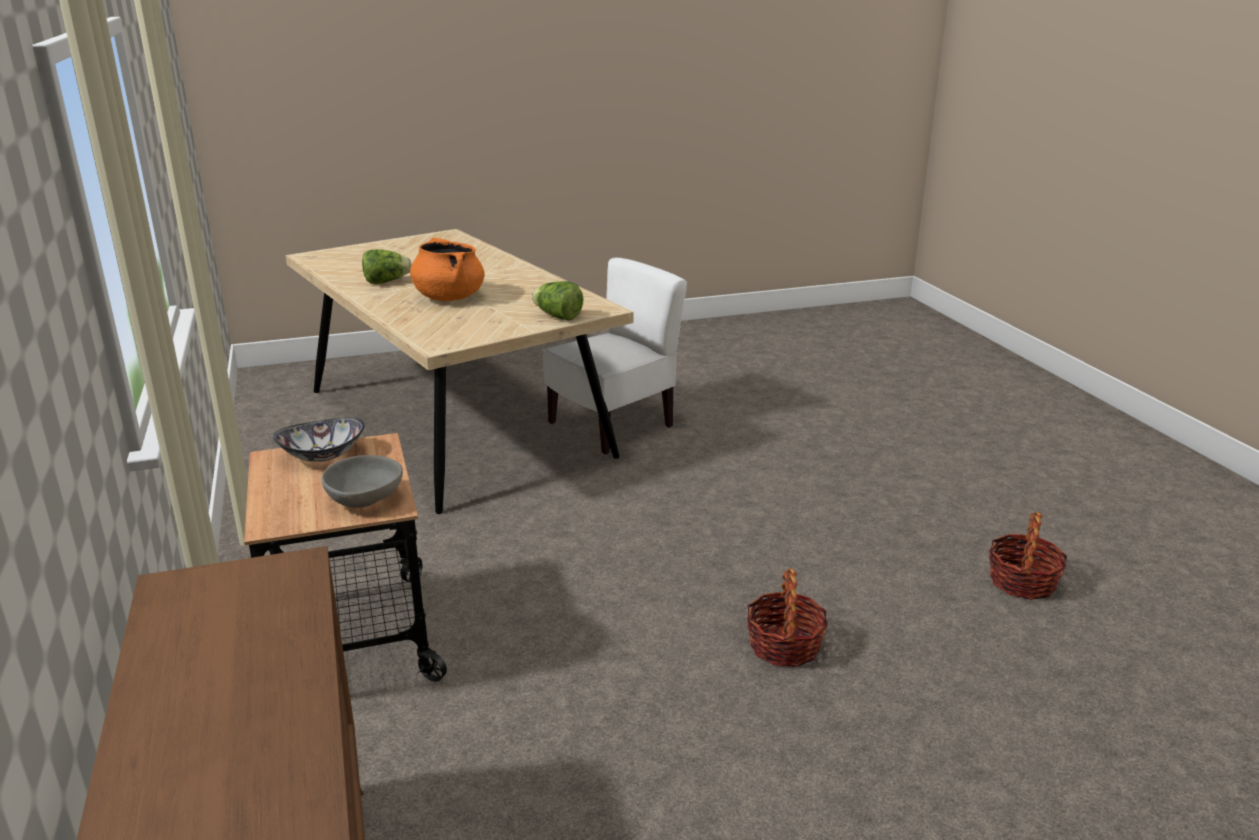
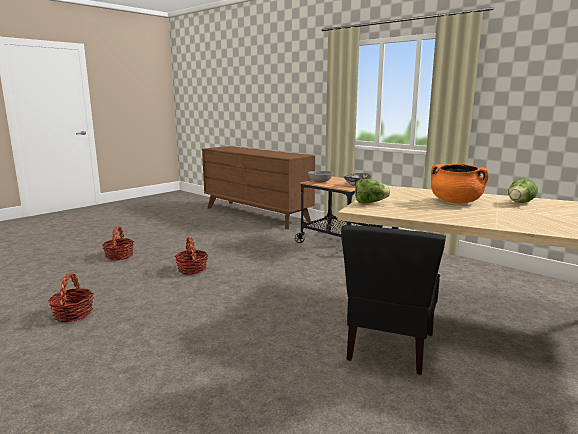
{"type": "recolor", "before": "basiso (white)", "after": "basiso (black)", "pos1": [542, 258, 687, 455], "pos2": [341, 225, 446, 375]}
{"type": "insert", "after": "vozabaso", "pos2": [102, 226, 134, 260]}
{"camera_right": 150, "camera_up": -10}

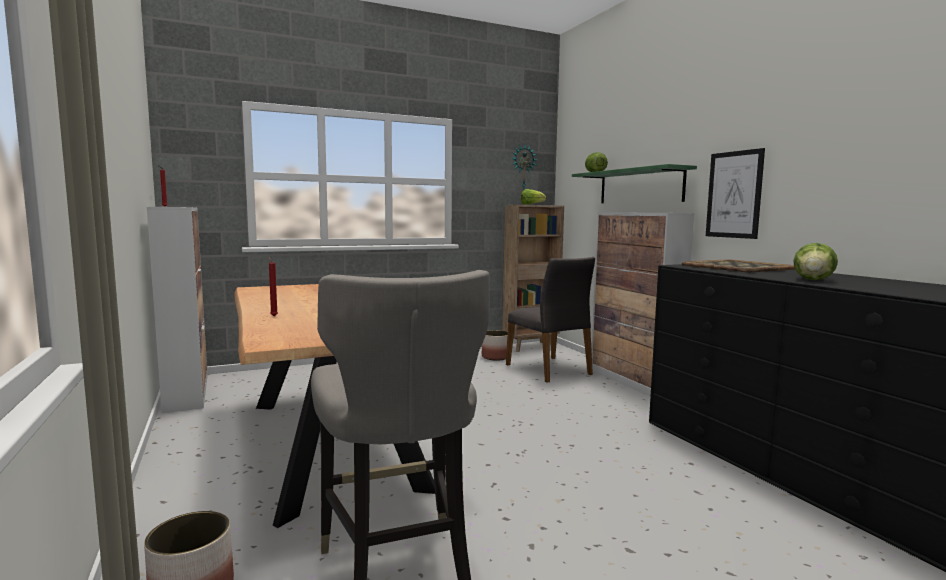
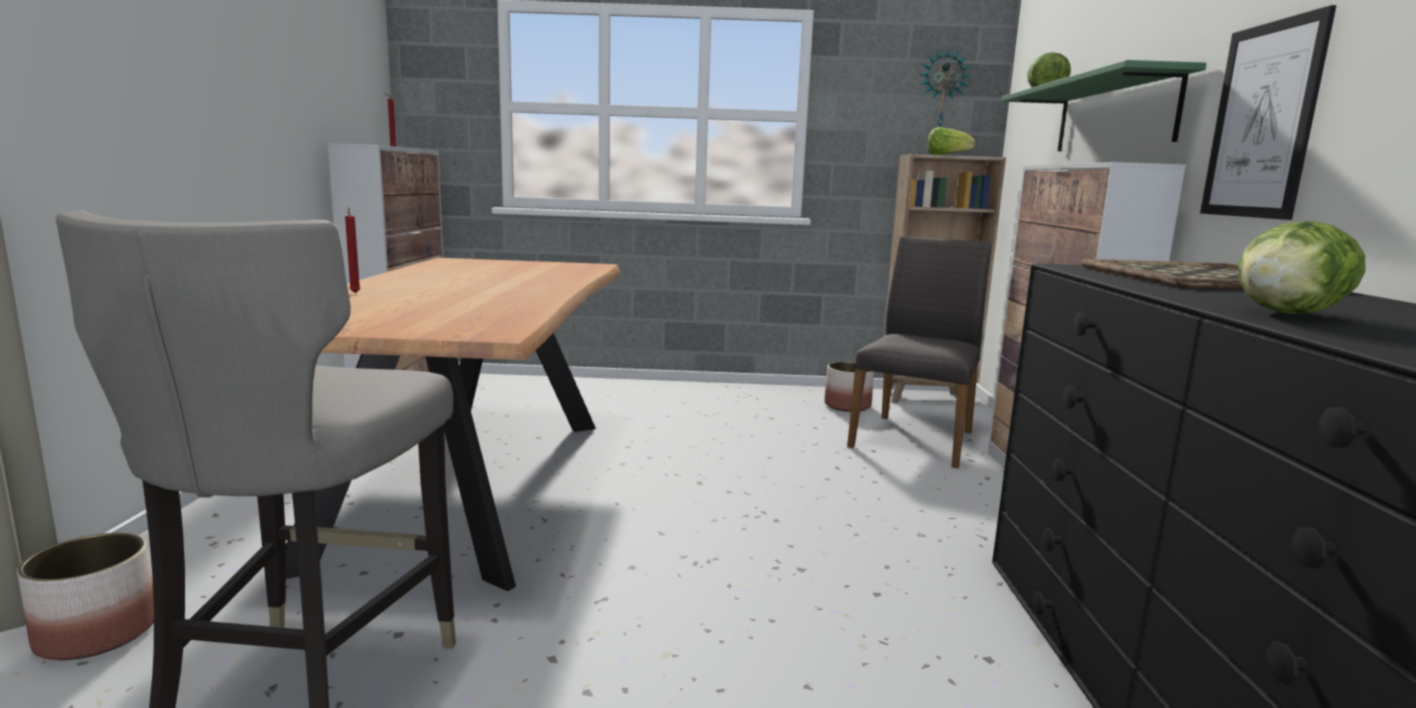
{"type": "rotate", "before": "basiso (grey)", "pos1": [506, 257, 595, 382], "pos2": [847, 236, 991, 468], "turn": -150}
{"camera_right": 25, "camera_up": 5}

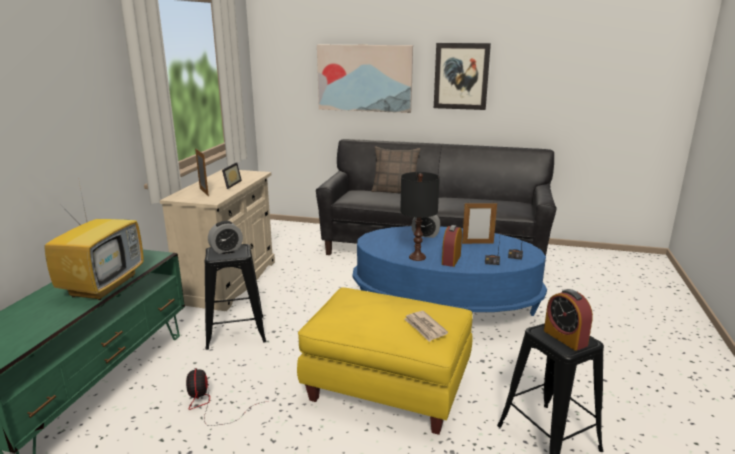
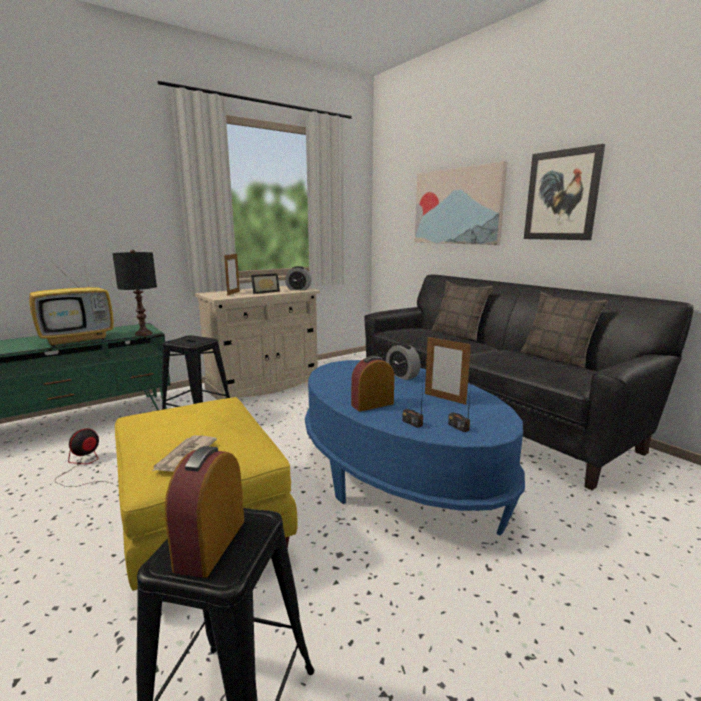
{"type": "move", "before": "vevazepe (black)", "pos1": [400, 172, 440, 261], "pos2": [112, 250, 157, 336]}
{"type": "move", "before": "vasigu", "pos1": [208, 221, 243, 254], "pos2": [285, 266, 311, 290]}
{"type": "insert", "after": "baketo", "pos2": [521, 292, 608, 369]}
{"camera_right": 40, "camera_up": -5}

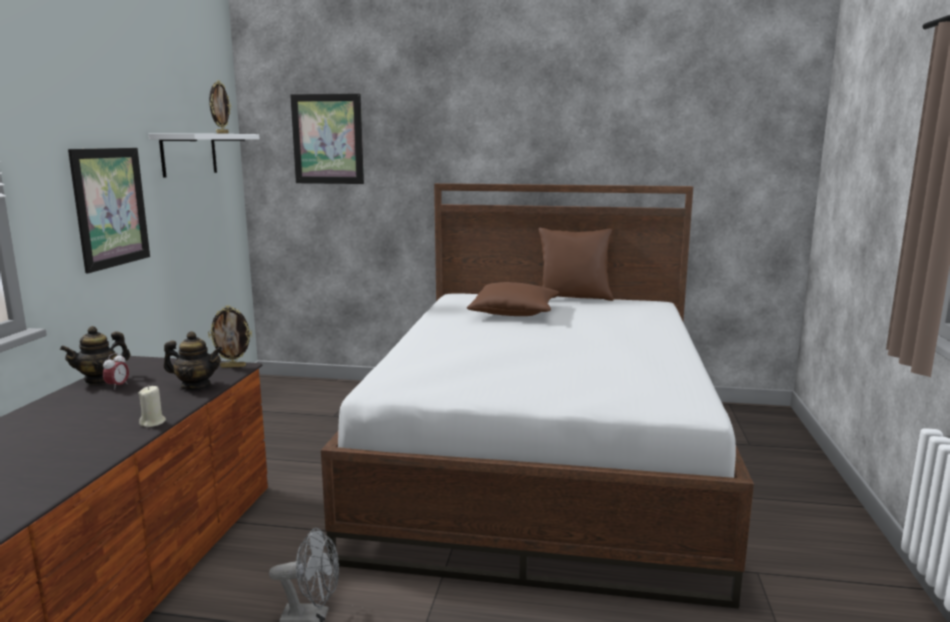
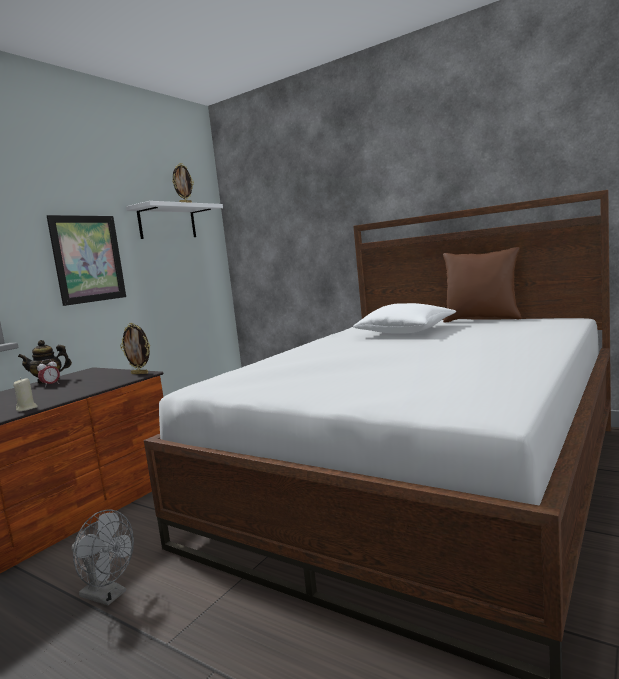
{"type": "delete", "before": "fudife", "pos1": [290, 94, 364, 184]}
{"type": "recolor", "before": "baketo (brown)", "after": "baketo (white)", "pos1": [467, 282, 559, 316], "pos2": [353, 303, 456, 334]}
{"type": "delete", "before": "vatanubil", "pos1": [164, 331, 223, 390]}
{"camera_right": 25, "camera_up": -5}

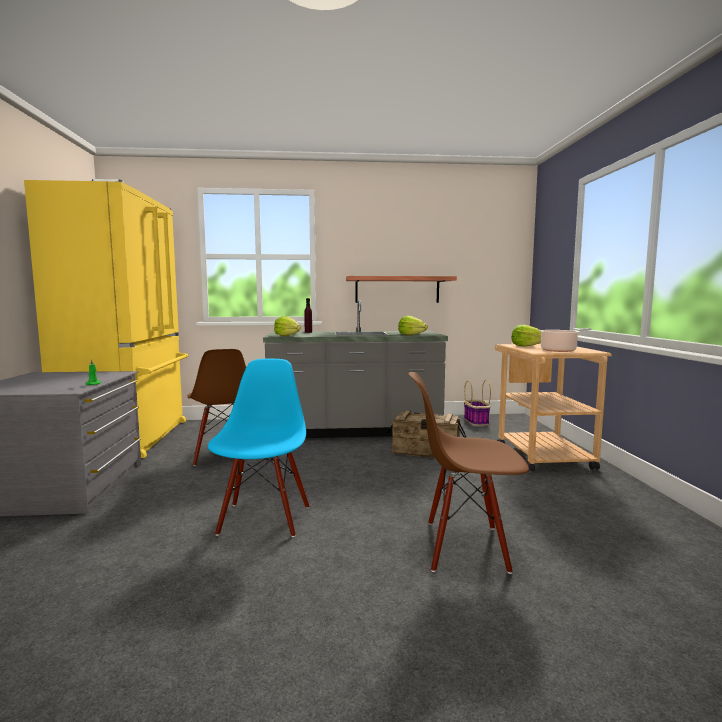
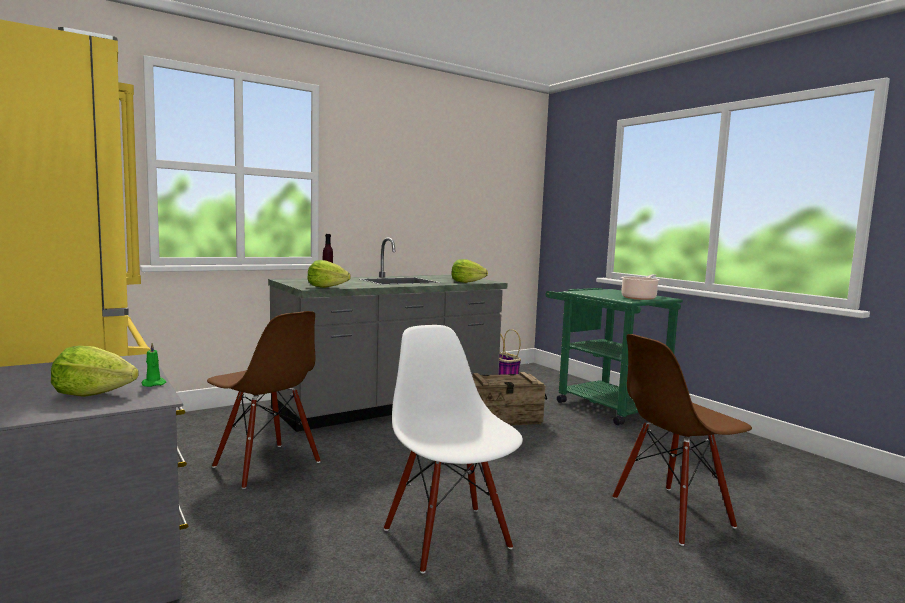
{"type": "delete", "before": "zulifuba", "pos1": [346, 276, 457, 303]}
{"type": "move", "before": "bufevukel", "pos1": [511, 325, 541, 347], "pos2": [51, 346, 139, 397]}
{"type": "recolor", "before": "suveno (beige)", "after": "suveno (green)", "pos1": [495, 343, 612, 471], "pos2": [546, 288, 683, 425]}
{"type": "recolor", "before": "basiso (blue)", "after": "basiso (white)", "pos1": [208, 359, 309, 537], "pos2": [384, 325, 523, 573]}
{"camera_right": -30, "camera_up": 0}

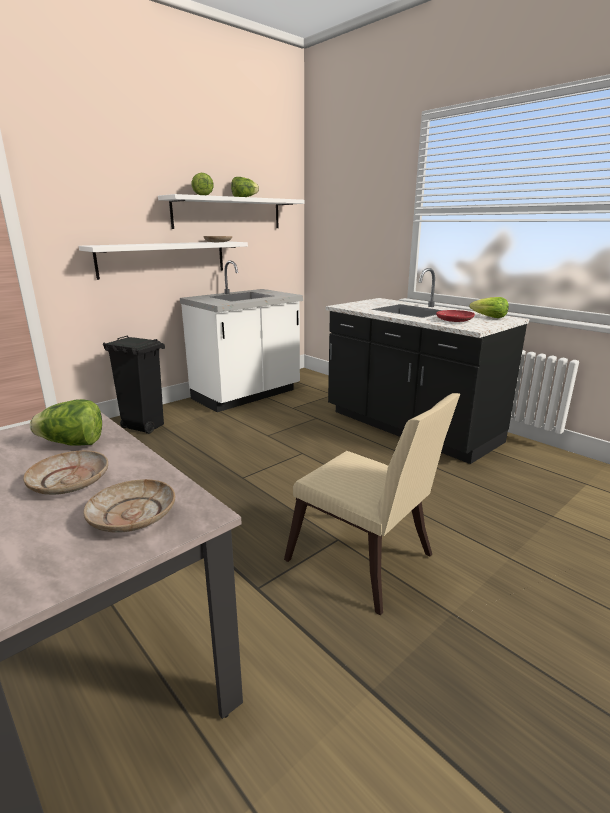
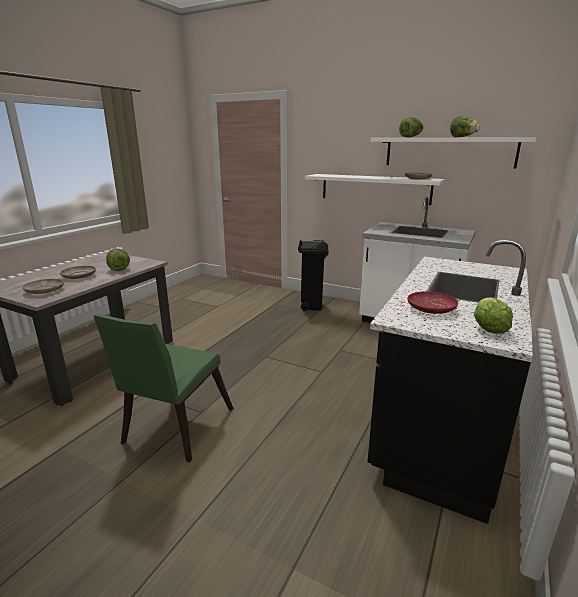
{"type": "recolor", "before": "basiso (beige)", "after": "basiso (green)", "pos1": [284, 393, 460, 615], "pos2": [93, 314, 233, 462]}
{"camera_right": 70, "camera_up": 0}

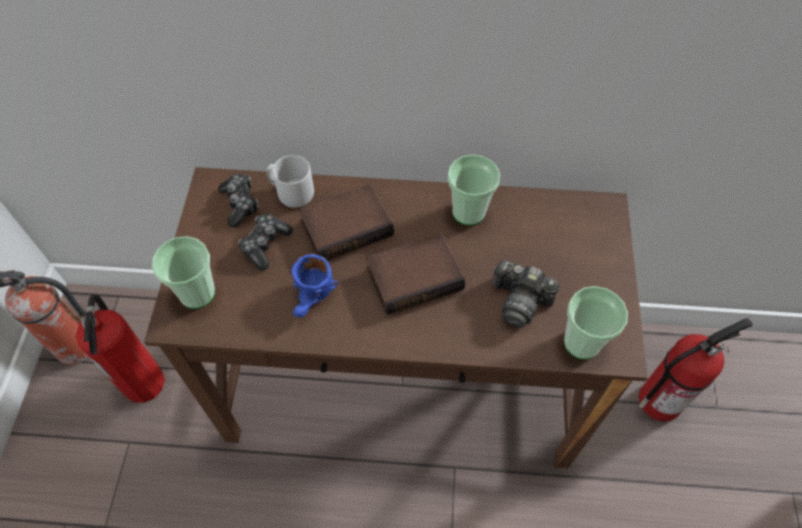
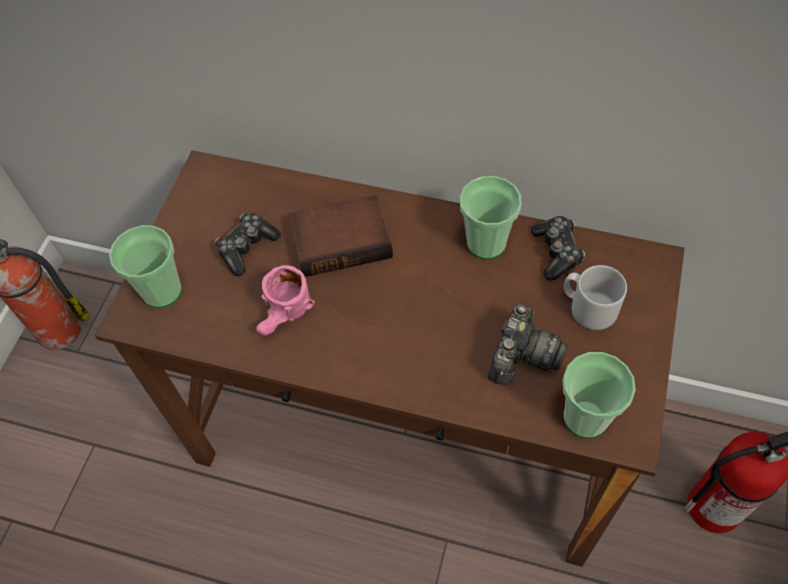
{"type": "move", "before": "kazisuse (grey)", "pos1": [267, 155, 314, 208], "pos2": [564, 265, 627, 330]}
{"type": "move", "before": "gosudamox", "pos1": [218, 174, 258, 227], "pos2": [531, 216, 585, 281]}
{"type": "delete", "before": "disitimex", "pos1": [366, 233, 465, 315]}
{"type": "recolor", "before": "kazisuse (blue)", "after": "kazisuse (pink)", "pos1": [292, 254, 338, 318], "pos2": [256, 265, 315, 335]}
{"type": "rotate", "before": "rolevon", "pos1": [492, 260, 559, 328], "pos2": [488, 304, 568, 385], "turn": -105}
{"type": "delete", "before": "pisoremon", "pos1": [76, 294, 165, 403]}
{"camera_right": 15, "camera_up": 0}

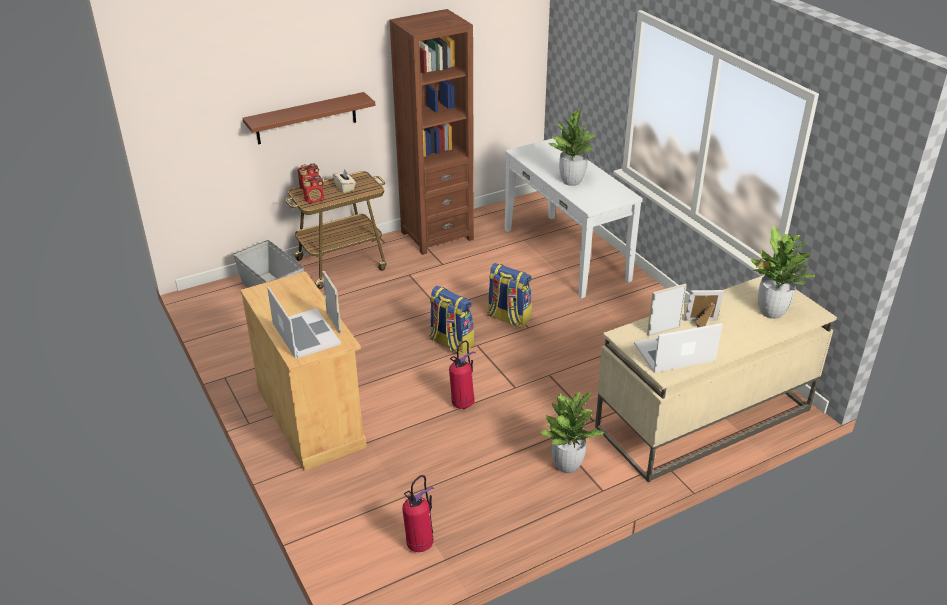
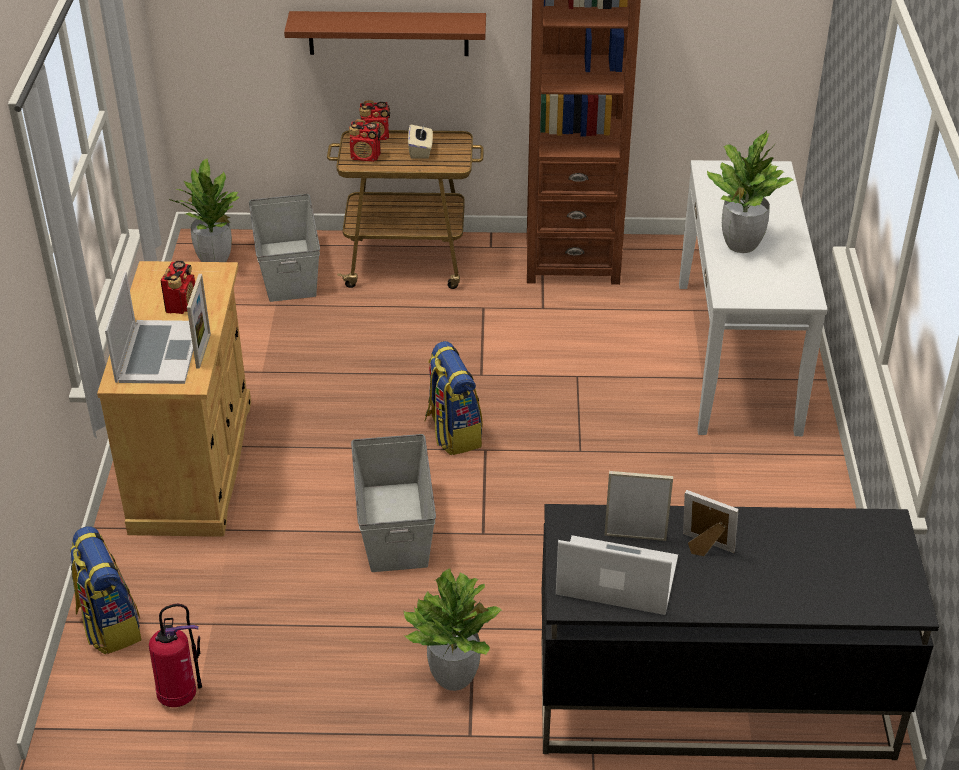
{"type": "move", "before": "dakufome", "pos1": [750, 226, 815, 319], "pos2": [169, 158, 240, 262]}
{"type": "move", "before": "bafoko", "pos1": [488, 263, 532, 328], "pos2": [70, 526, 141, 655]}
{"type": "recolor", "before": "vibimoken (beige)", "after": "vibimoken (black)", "pos1": [595, 275, 837, 482], "pos2": [542, 504, 939, 760]}
{"type": "replace", "before": "pisoremon", "after": "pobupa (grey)", "pos1": [449, 340, 475, 409], "pos2": [351, 434, 436, 572]}
{"type": "insert", "after": "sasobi", "pos2": [160, 261, 195, 314]}
{"camera_right": 30, "camera_up": 5}

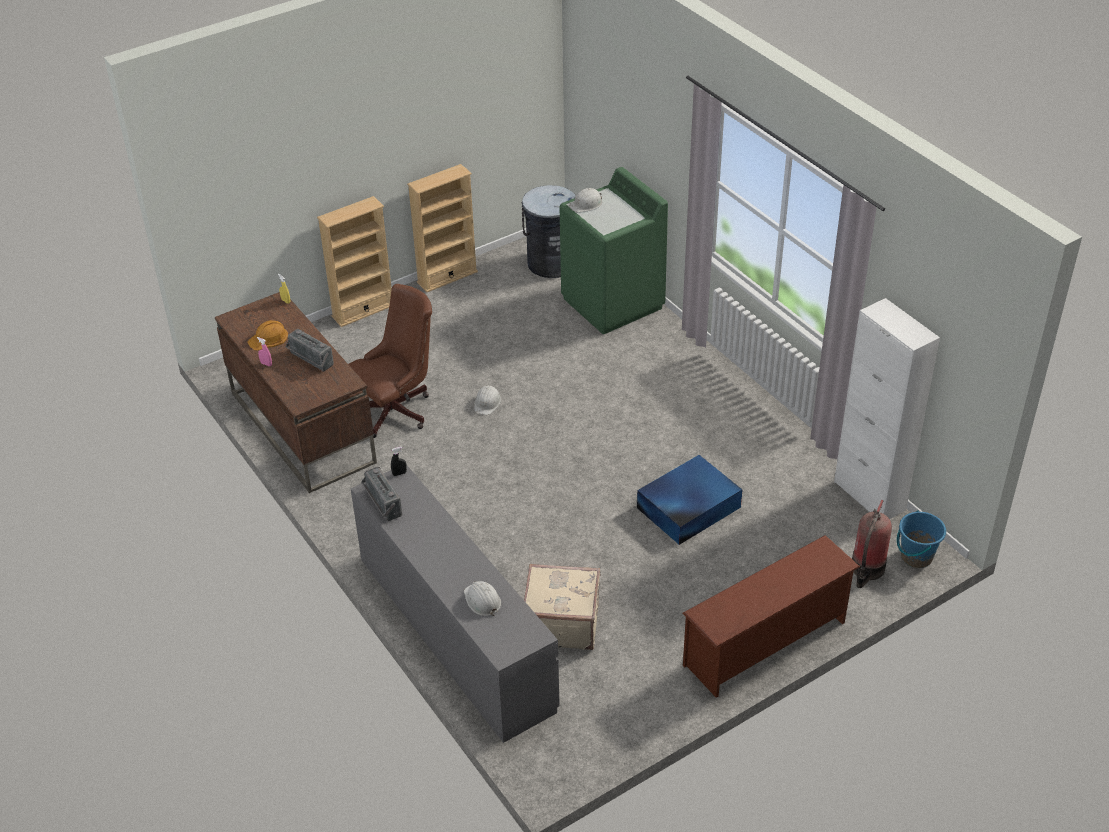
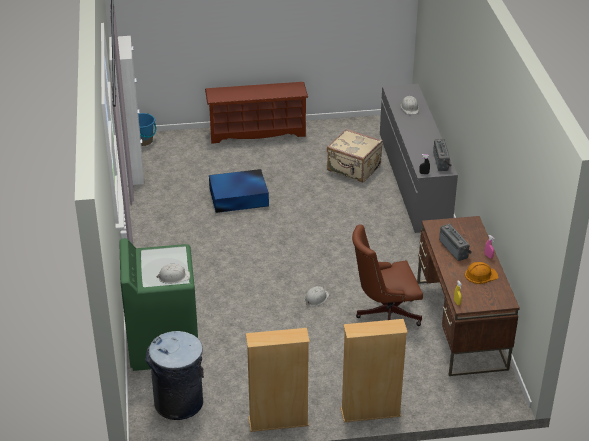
{"type": "delete", "before": "pisoremon", "pos1": [852, 500, 892, 588]}
{"camera_right": -155, "camera_up": -5}

